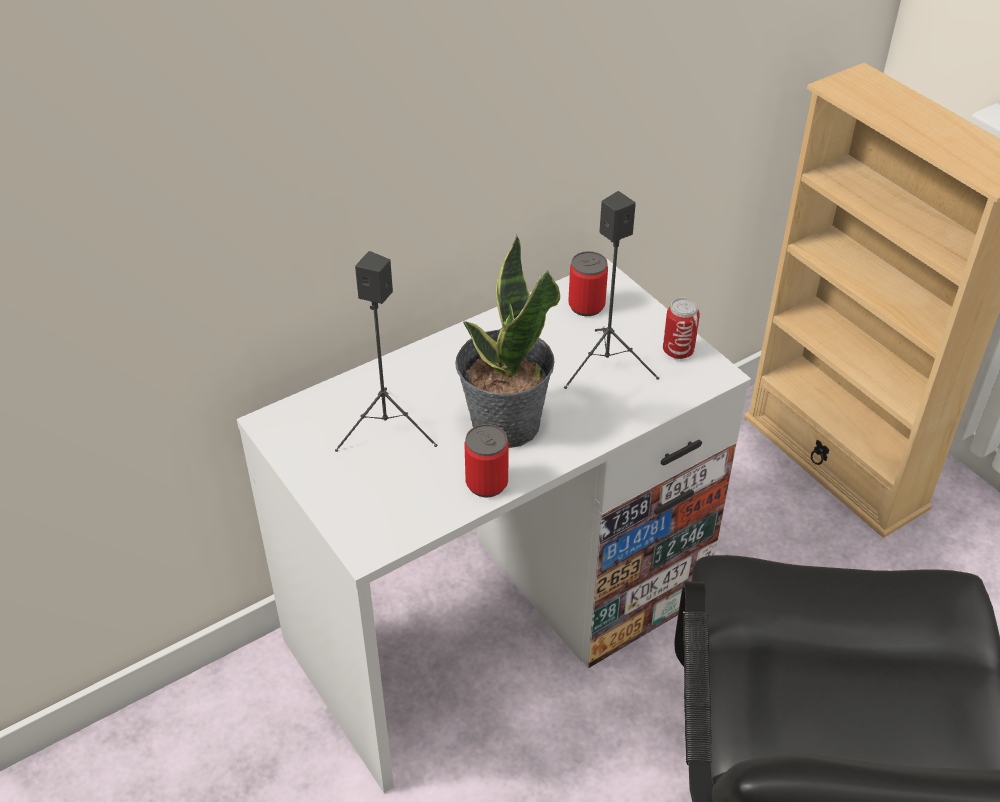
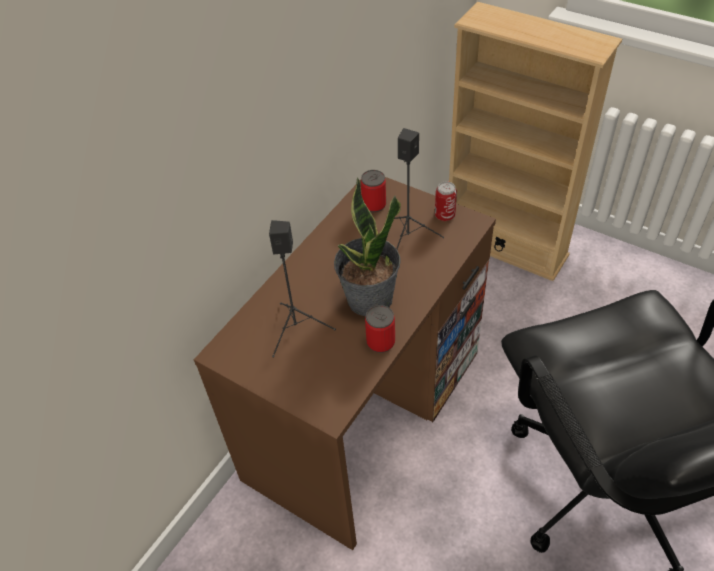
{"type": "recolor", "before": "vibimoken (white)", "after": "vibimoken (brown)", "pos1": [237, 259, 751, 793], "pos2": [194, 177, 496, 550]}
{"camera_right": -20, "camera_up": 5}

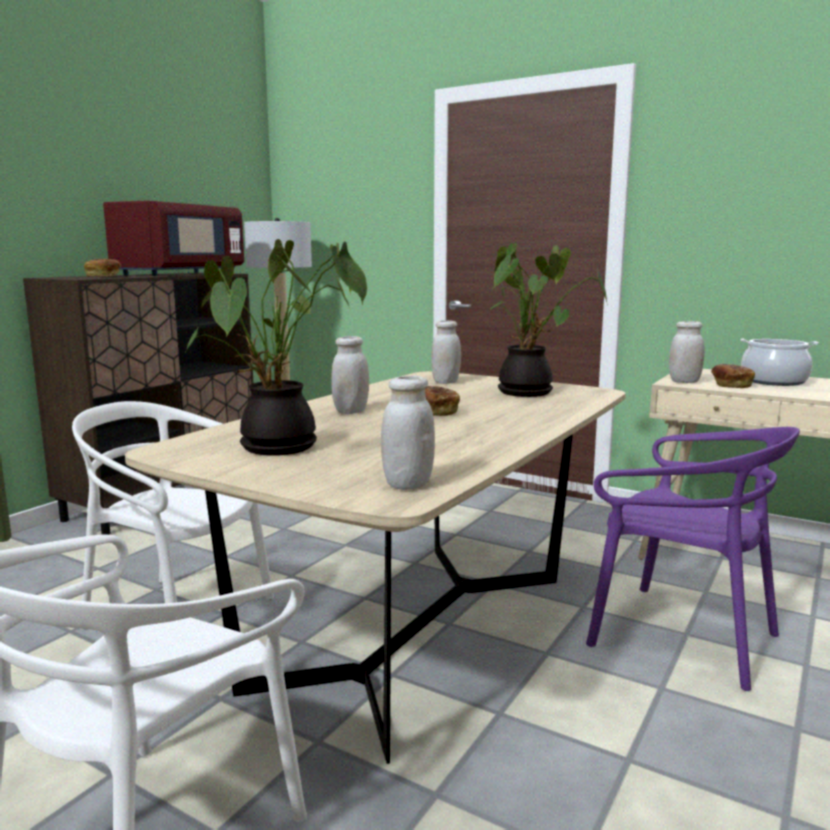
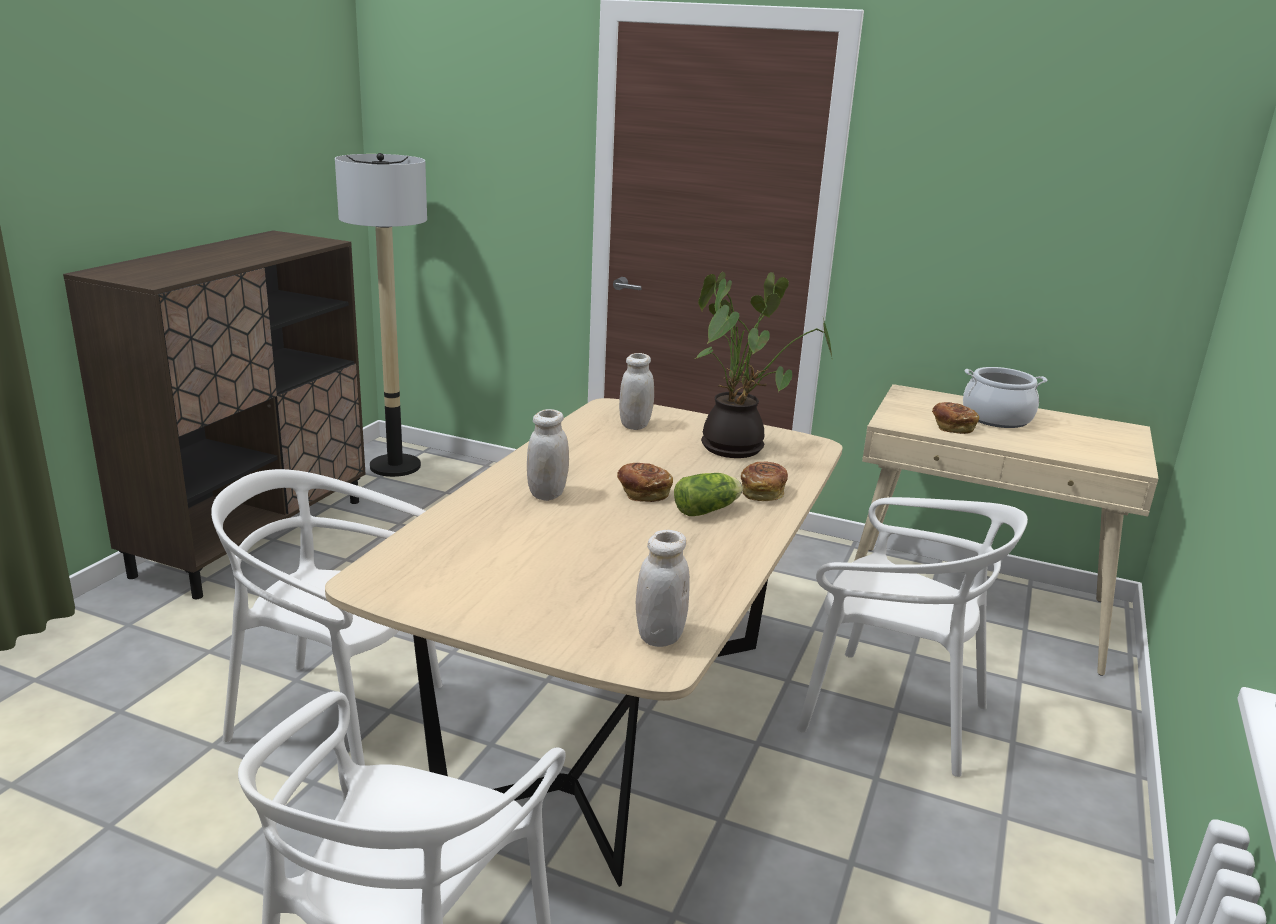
{"type": "delete", "before": "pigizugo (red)", "pos1": [103, 200, 244, 276]}
{"type": "delete", "before": "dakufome", "pos1": [184, 239, 367, 456]}
{"type": "move", "before": "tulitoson", "pos1": [84, 259, 121, 277], "pos2": [741, 461, 788, 501]}
{"type": "delete", "before": "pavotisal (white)", "pos1": [669, 321, 705, 383]}
{"type": "recolor", "before": "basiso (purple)", "after": "basiso (white)", "pos1": [586, 427, 800, 691], "pos2": [797, 497, 1028, 777]}
{"type": "insert", "after": "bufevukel", "pos2": [674, 473, 743, 516]}
{"camera_right": -10, "camera_up": 10}

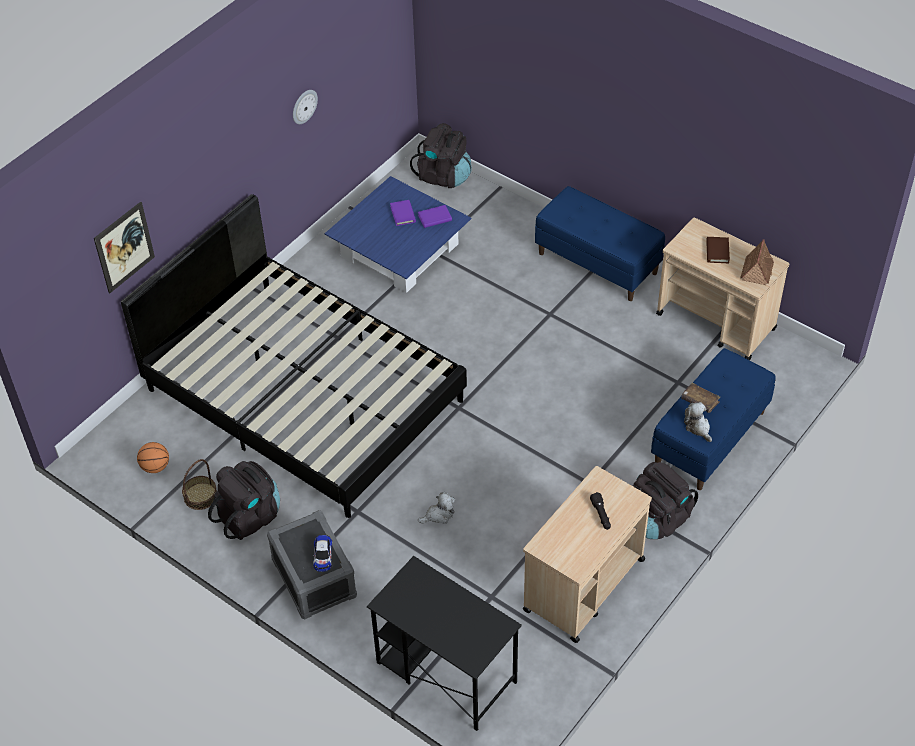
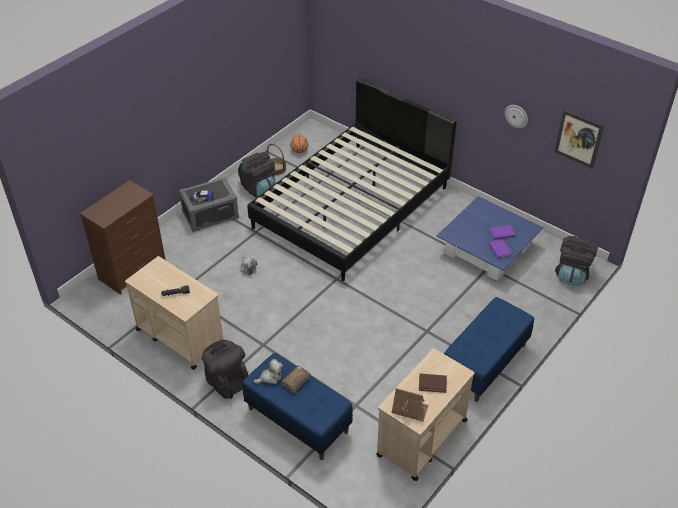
{"type": "move", "before": "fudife", "pos1": [94, 202, 155, 293], "pos2": [554, 110, 604, 169]}
{"type": "replace", "before": "vibimoken (black)", "after": "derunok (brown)", "pos1": [367, 556, 522, 731], "pos2": [80, 180, 165, 295]}
{"camera_right": 90, "camera_up": -5}

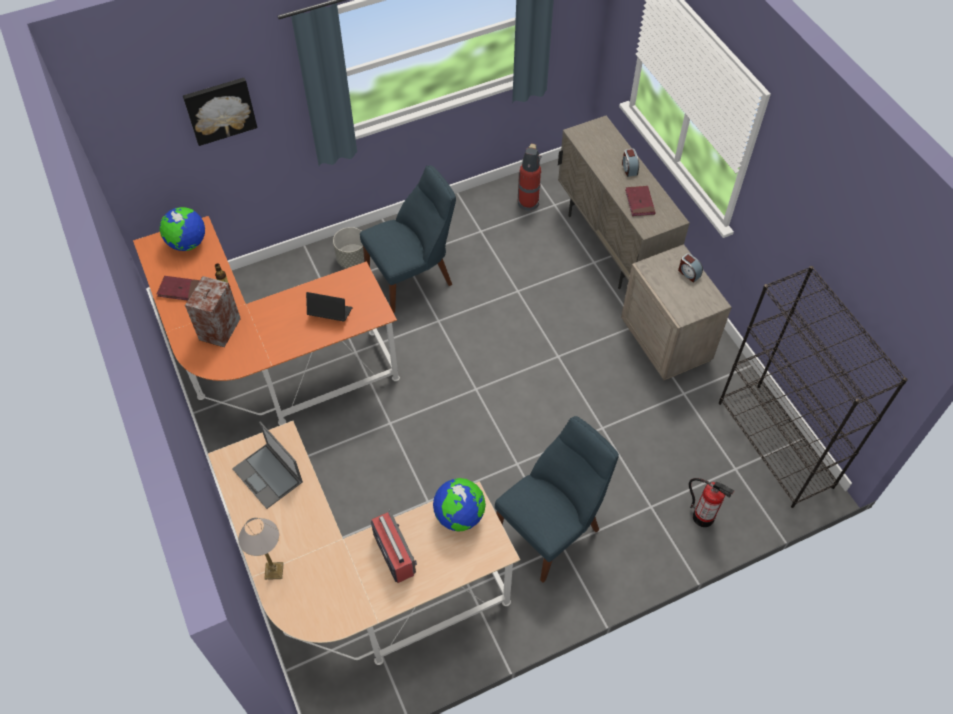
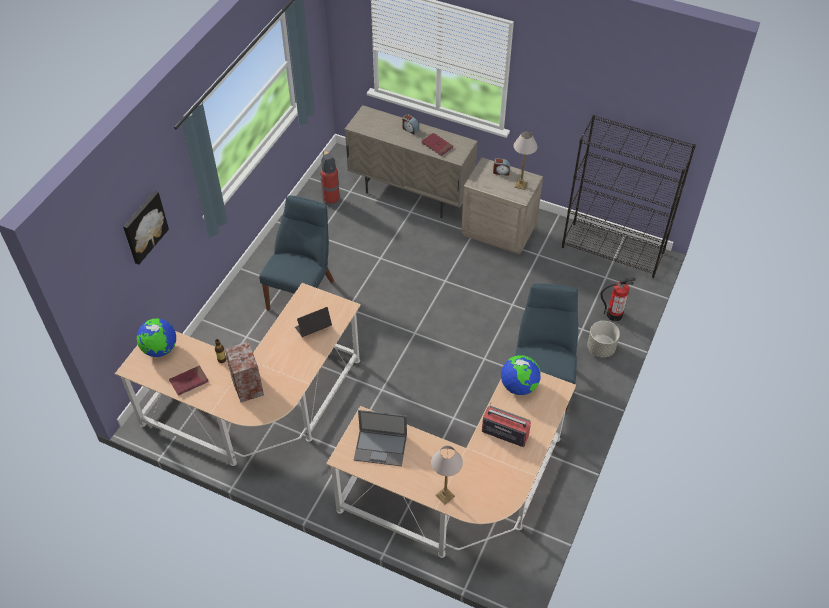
{"type": "recolor", "before": "vibimoken (orange)", "after": "vibimoken (beige)", "pos1": [133, 216, 400, 425], "pos2": [115, 283, 361, 466]}
{"type": "move", "before": "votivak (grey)", "pos1": [333, 227, 364, 268], "pos2": [587, 321, 620, 358]}
{"type": "insert", "after": "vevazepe", "pos2": [513, 131, 538, 190]}
{"camera_right": -40, "camera_up": -5}

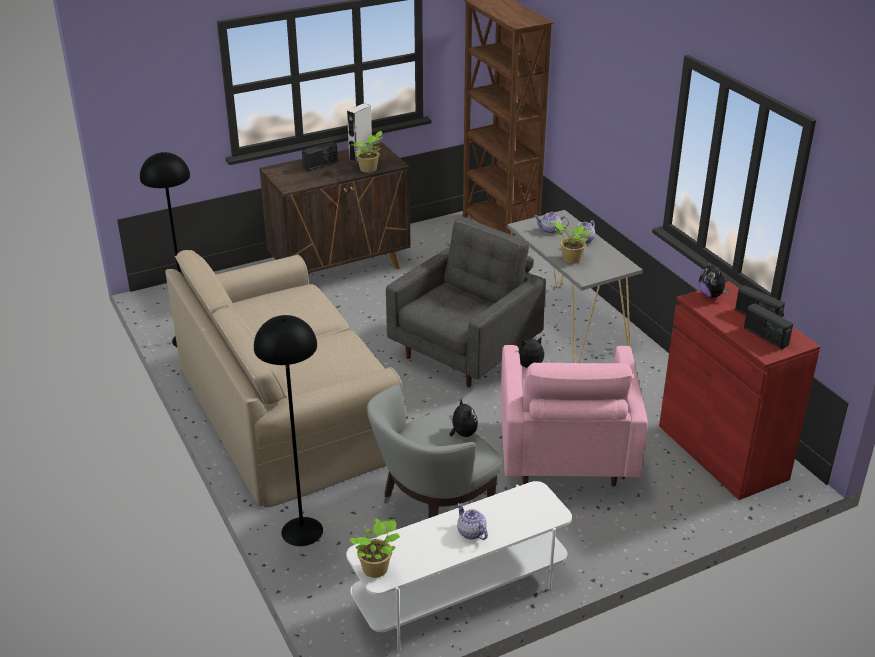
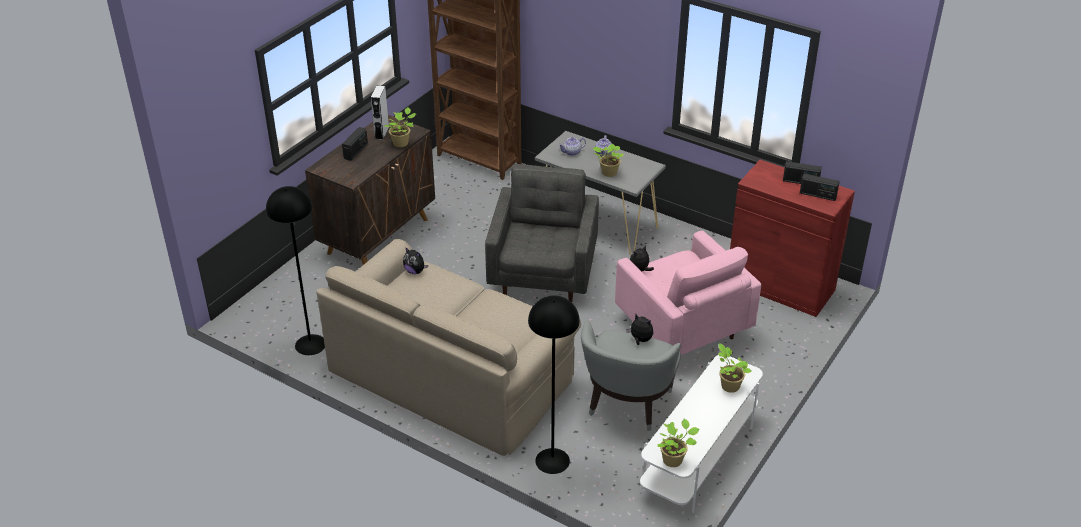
{"type": "move", "before": "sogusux", "pos1": [699, 260, 729, 298], "pos2": [403, 247, 428, 274]}
{"type": "delete", "before": "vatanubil", "pos1": [457, 503, 488, 540]}
{"type": "insert", "after": "dakufome", "pos2": [718, 343, 751, 393]}
{"camera_right": -30, "camera_up": 5}

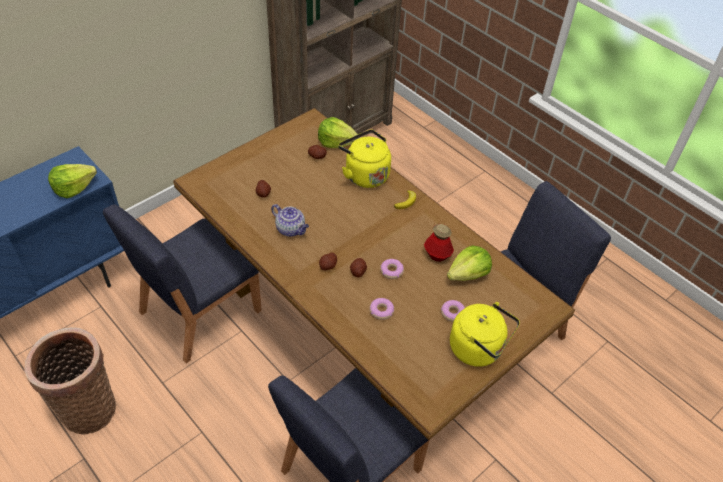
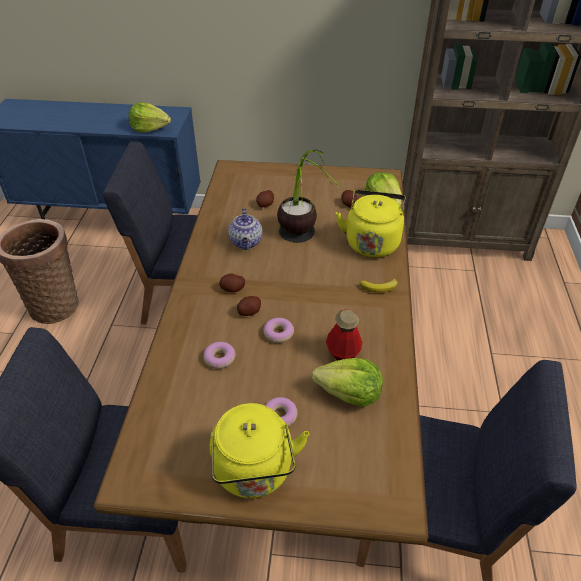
{"type": "insert", "after": "dakufome", "pos2": [277, 150, 340, 243]}
{"camera_right": 50, "camera_up": -5}

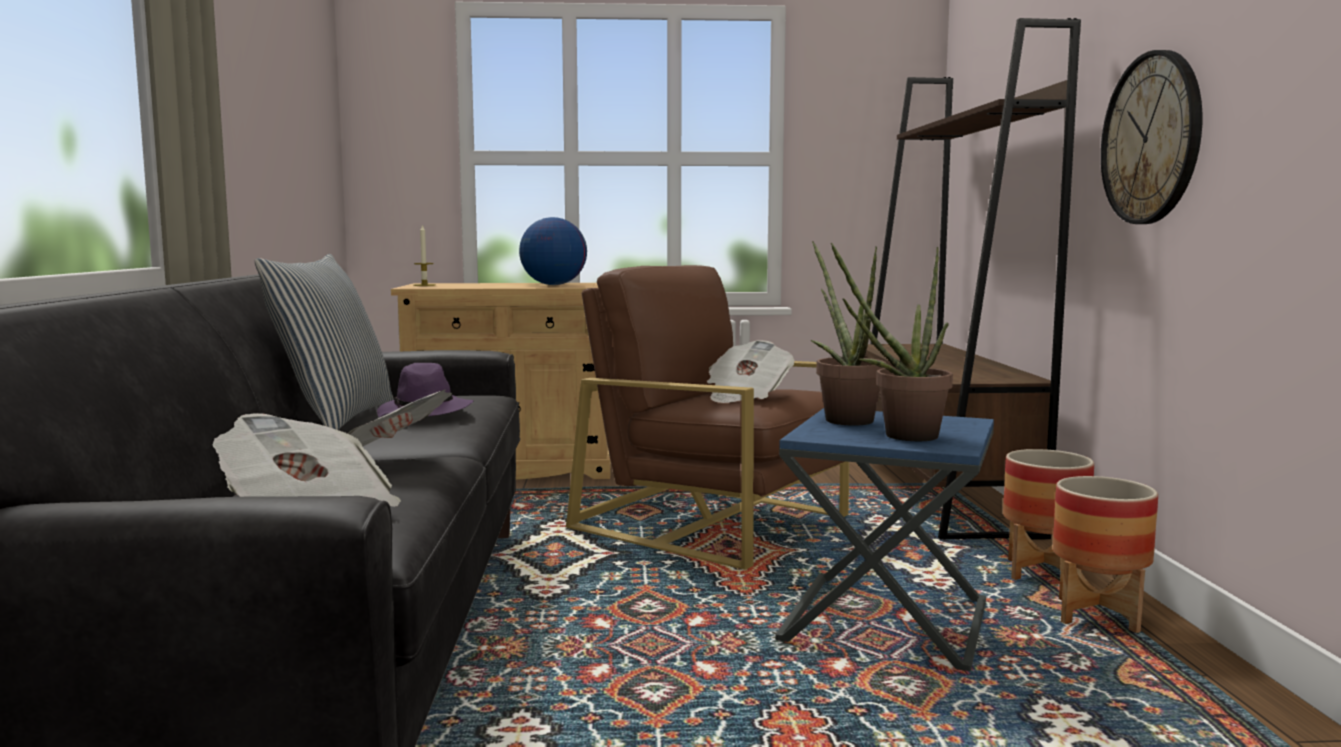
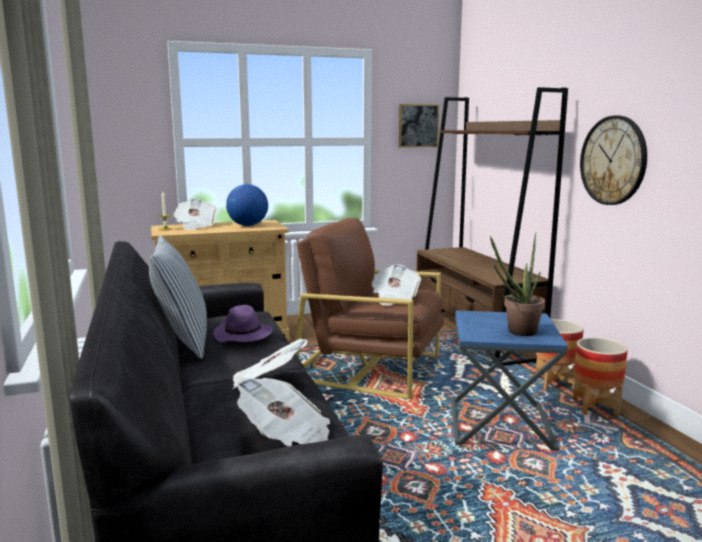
{"type": "delete", "before": "dakufome", "pos1": [810, 241, 886, 426]}
{"type": "insert", "after": "fudife", "pos2": [399, 104, 439, 148]}
{"type": "insert", "after": "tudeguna", "pos2": [173, 199, 217, 230]}
{"camera_right": -15, "camera_up": 5}

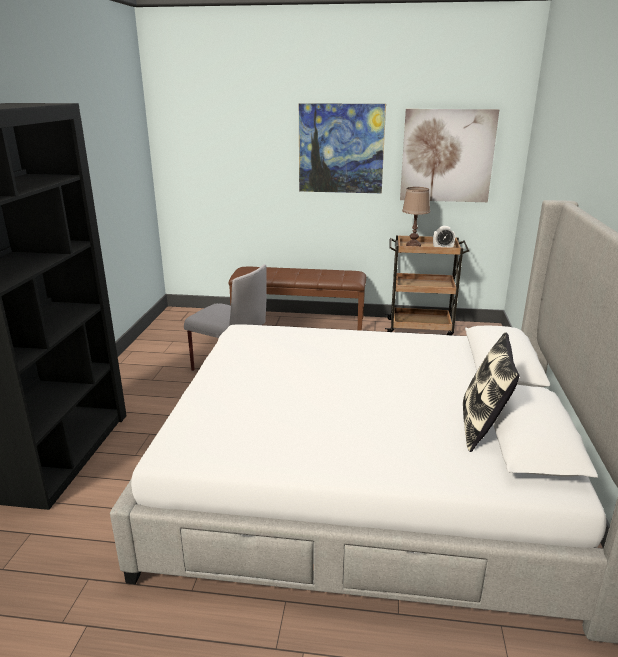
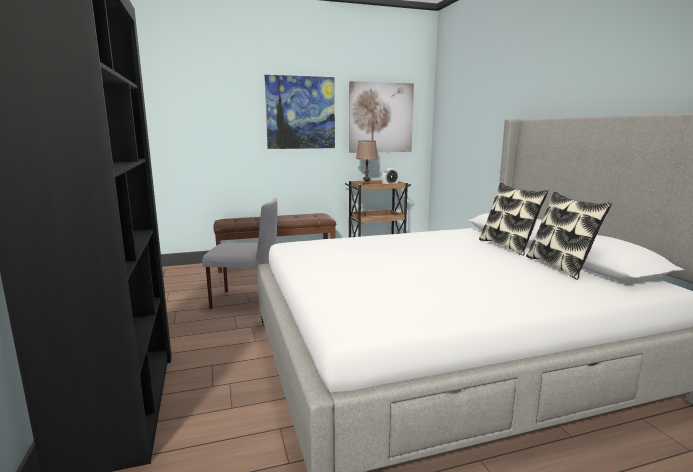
{"type": "insert", "after": "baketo", "pos2": [479, 183, 548, 256]}
{"camera_right": -25, "camera_up": -10}

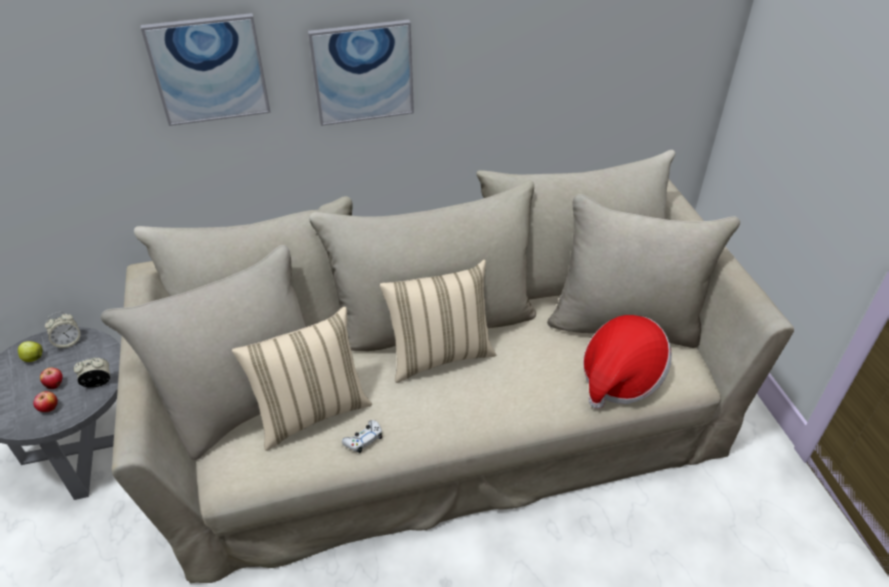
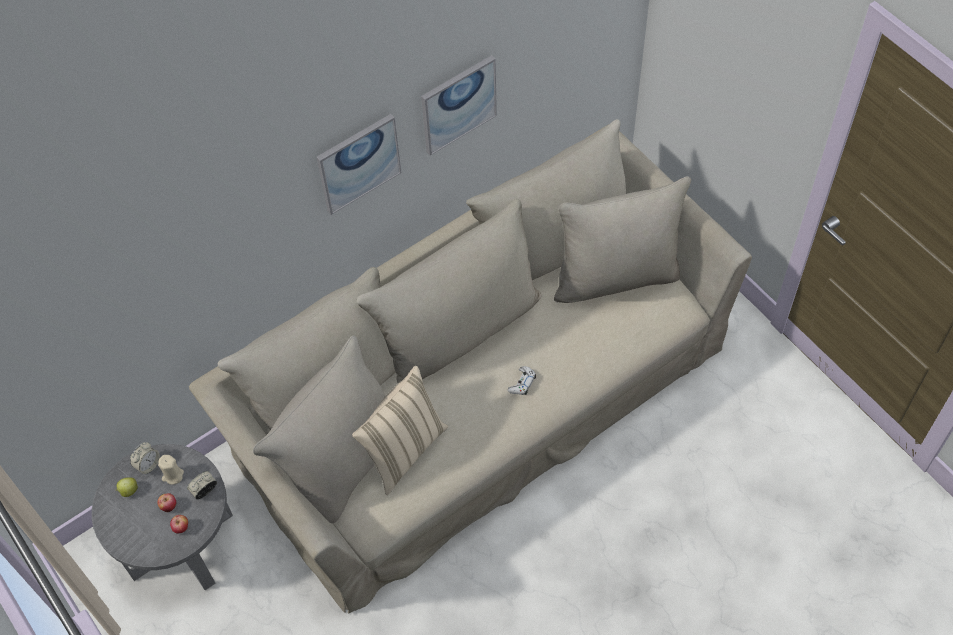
{"type": "move", "before": "fudife", "pos1": [141, 13, 271, 126], "pos2": [421, 55, 497, 155]}
{"type": "delete", "before": "baketo (beige)", "pos1": [379, 260, 496, 383]}
{"type": "delete", "before": "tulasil", "pos1": [583, 315, 672, 409]}
{"type": "move", "before": "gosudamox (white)", "pos1": [342, 420, 382, 453], "pos2": [508, 366, 536, 395]}
{"type": "insert", "after": "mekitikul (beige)", "pos2": [158, 455, 184, 485]}
{"camera_right": -20, "camera_up": 15}

